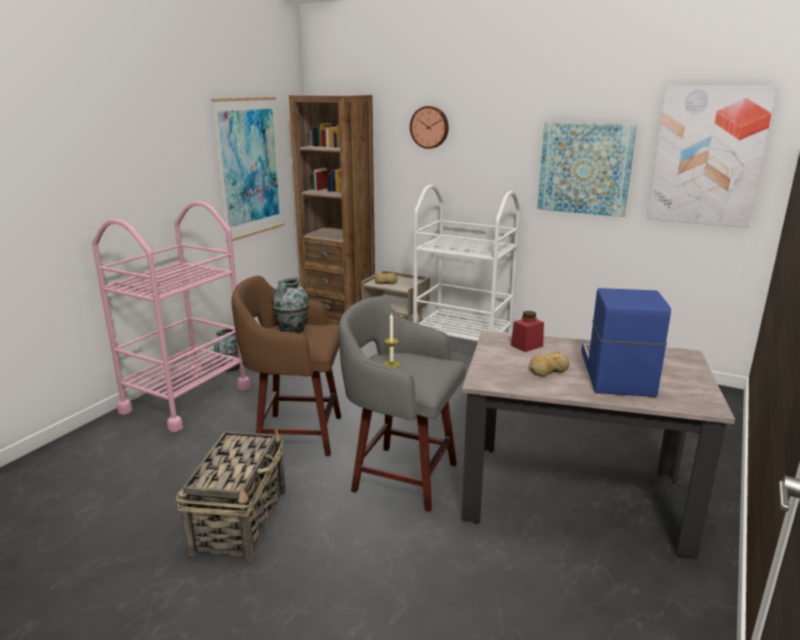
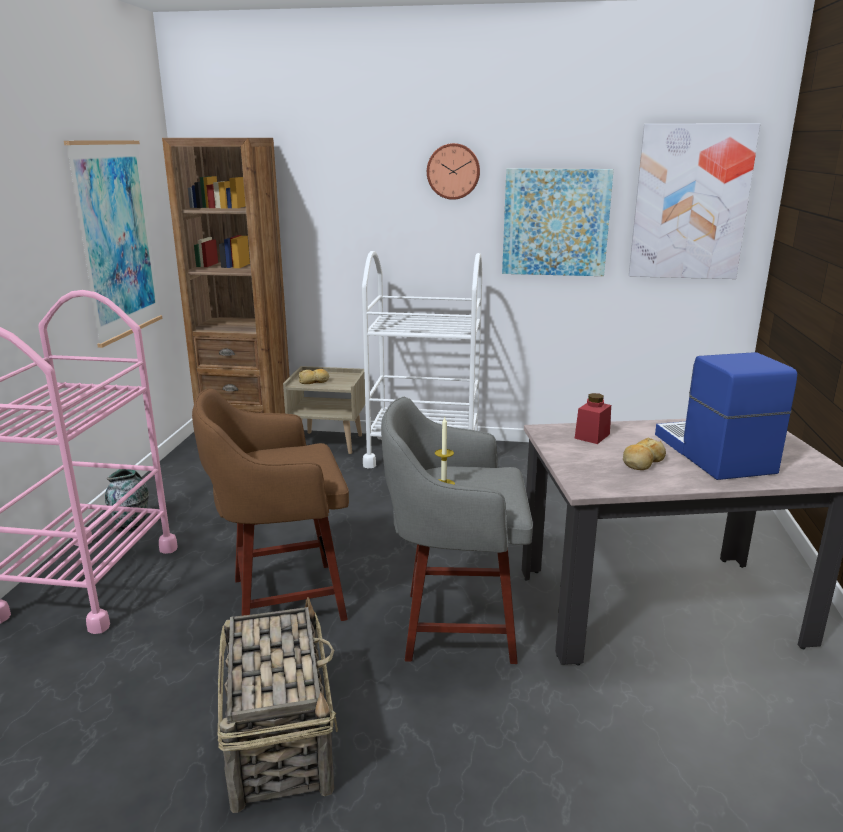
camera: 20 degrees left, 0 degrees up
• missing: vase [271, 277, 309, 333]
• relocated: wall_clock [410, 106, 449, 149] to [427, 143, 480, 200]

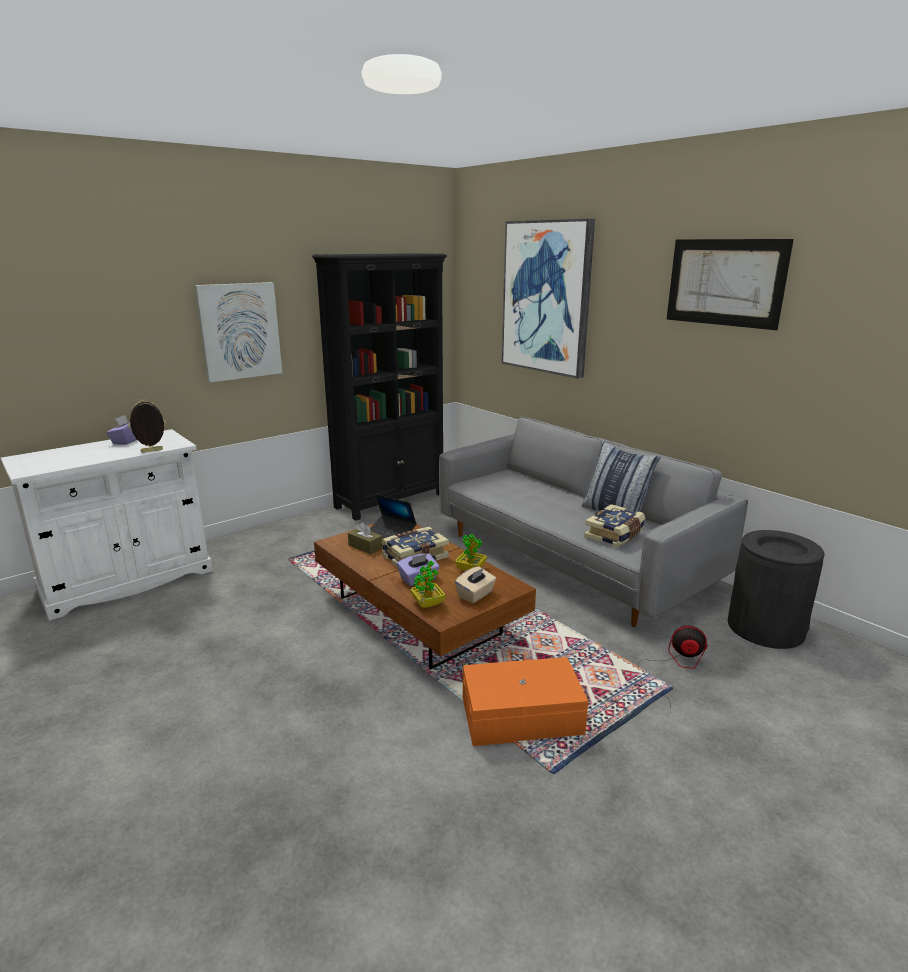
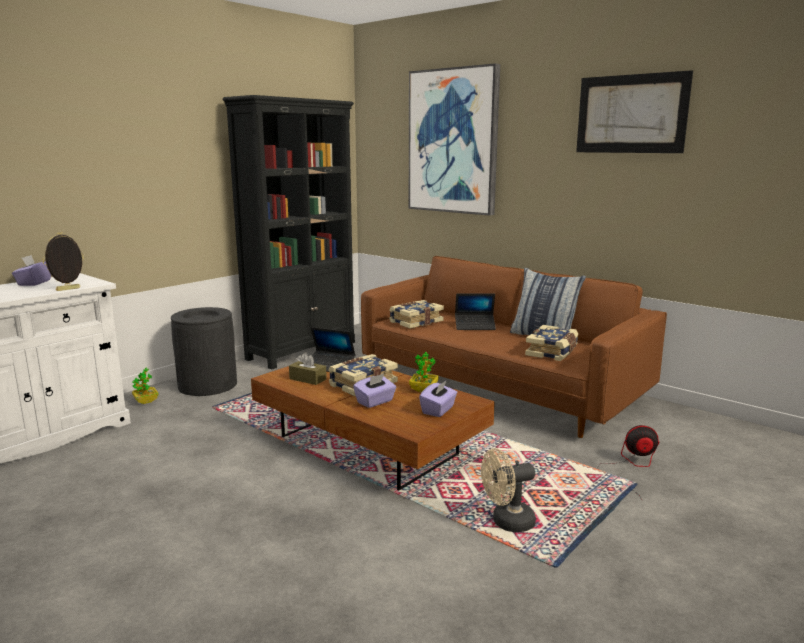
camera: 10 degrees left, 5 degrees down
• missing: picture [195, 282, 282, 382]
• appeared: book [389, 300, 444, 329]
• appeared: laptop [455, 294, 496, 330]
• relocated: potted_plant [410, 560, 446, 608] to [132, 367, 159, 404]
• relocated: black_trash_can [728, 530, 825, 649] to [171, 307, 237, 396]
• exchanged: orange_storage_box [463, 657, 588, 746] to beige_fan [481, 448, 536, 532]
• colour: grey_sofa [439, 417, 748, 627] to brown_sofa [361, 256, 667, 438]
• colour: beige_tissue_box [455, 567, 496, 603] to purple_tissue_box [419, 380, 457, 417]

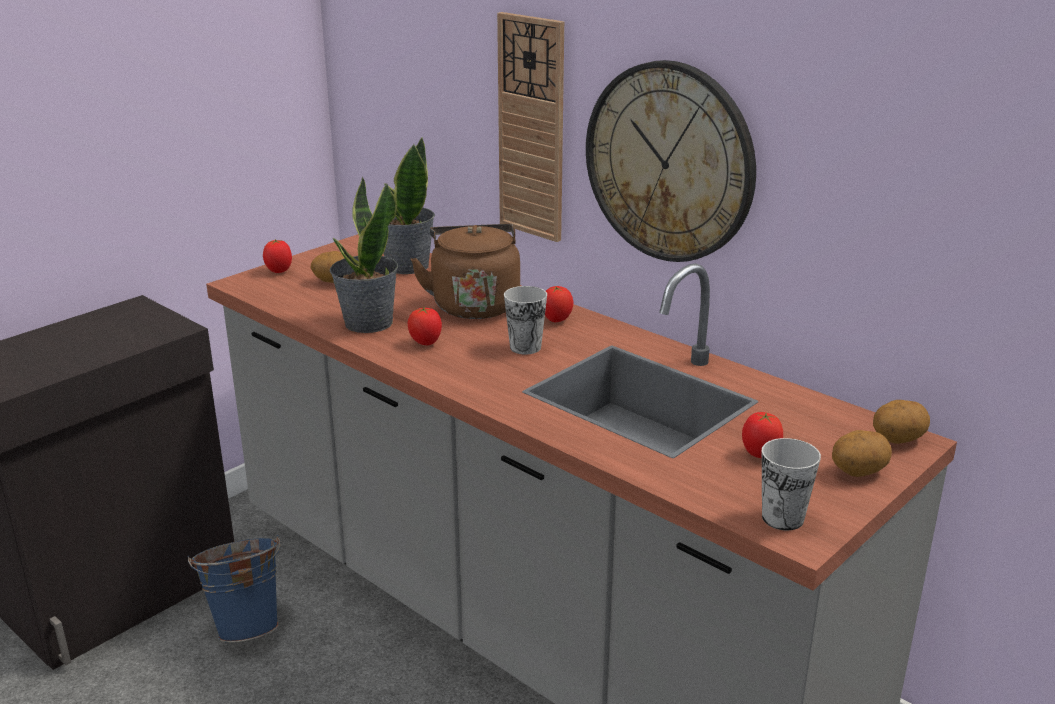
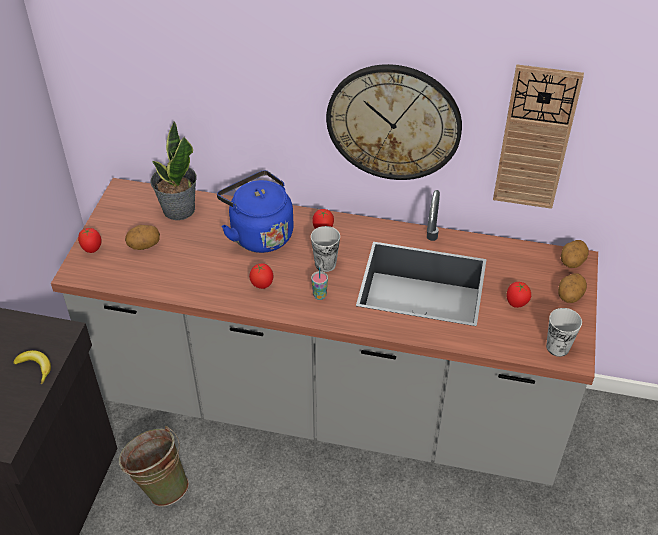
camera: 30 degrees left, 20 degrees up
• missing: potted_plant [330, 177, 398, 333]
• appeared: banana [13, 350, 51, 384]
• appeared: cup [311, 267, 328, 300]
• relocated: wall_clock [497, 12, 564, 242] to [493, 64, 584, 209]
• colour: blue_bucket [188, 535, 281, 643] to green_bucket [119, 426, 189, 506]
• colour: brown_kettle [411, 224, 520, 319] to blue_kettle [217, 170, 294, 253]

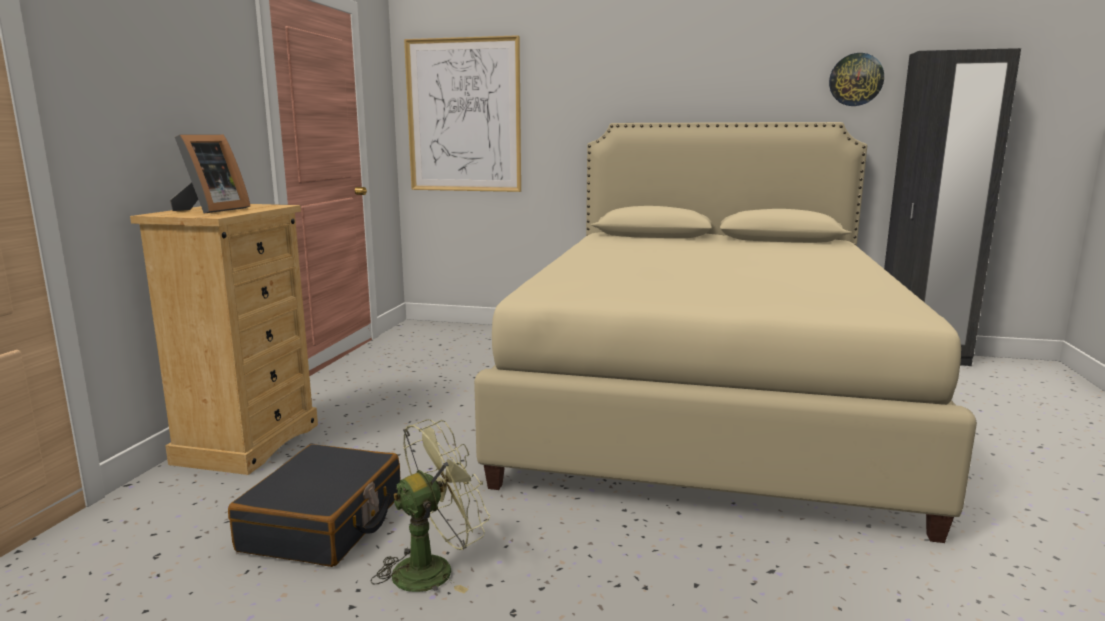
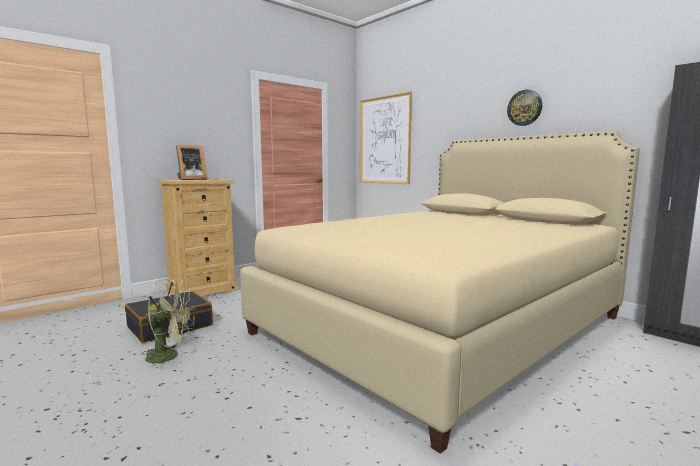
camera: 35 degrees right, 5 degrees down
• relocated: wall_clock [829, 53, 884, 106] to [507, 90, 542, 126]

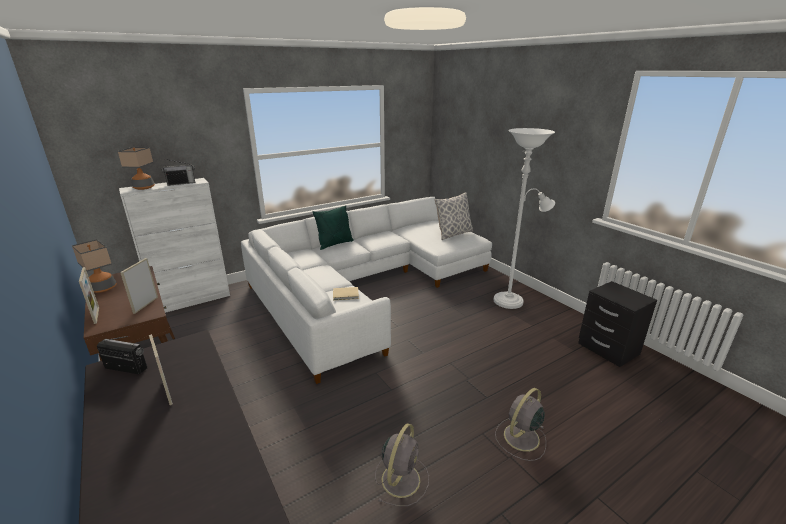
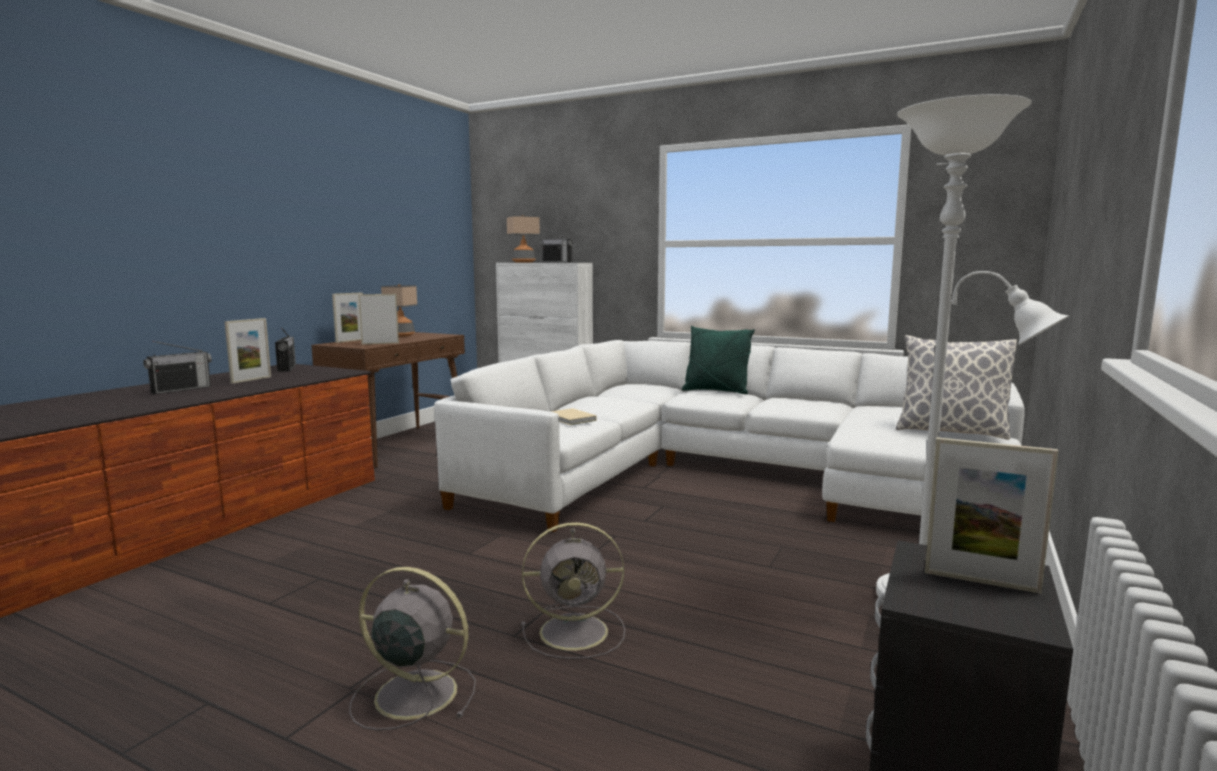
camera: 60 degrees right, 15 degrees down
• appeared: radio [143, 341, 212, 394]
• appeared: picture_frame [925, 437, 1058, 594]
• relocated: grey_fan [375, 423, 429, 506] to [521, 522, 625, 659]

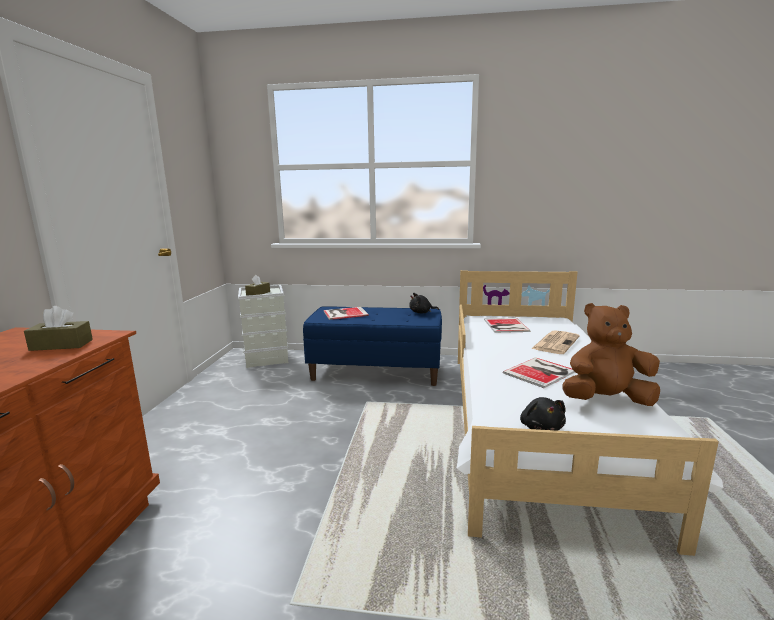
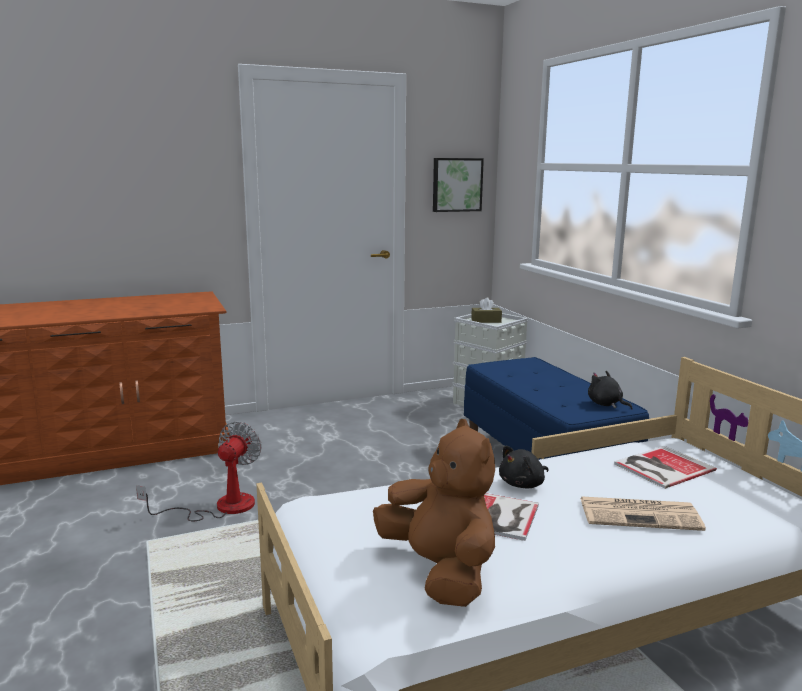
camera: 60 degrees right, 0 degrees up
• missing: brown_tissue_box [24, 306, 93, 351]
• missing: book [324, 307, 369, 320]
• appeared: fan [136, 421, 262, 521]
• appeared: picture [433, 158, 484, 212]
• relocated: black_plush_toy [520, 397, 566, 431] to [499, 446, 549, 488]

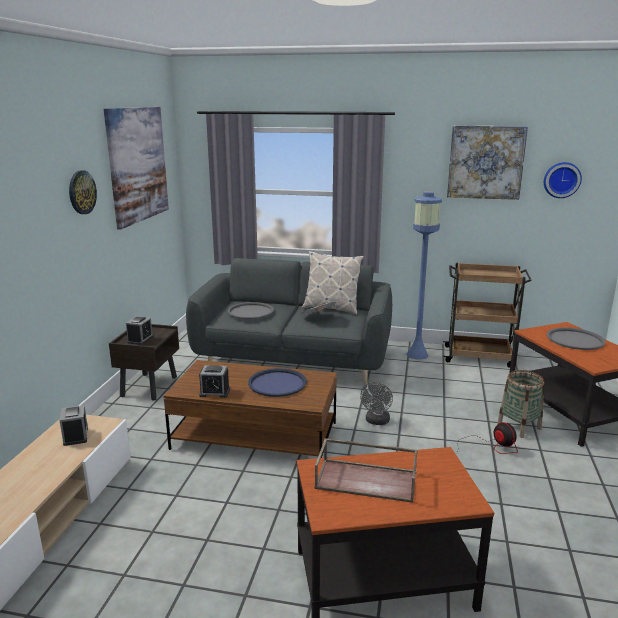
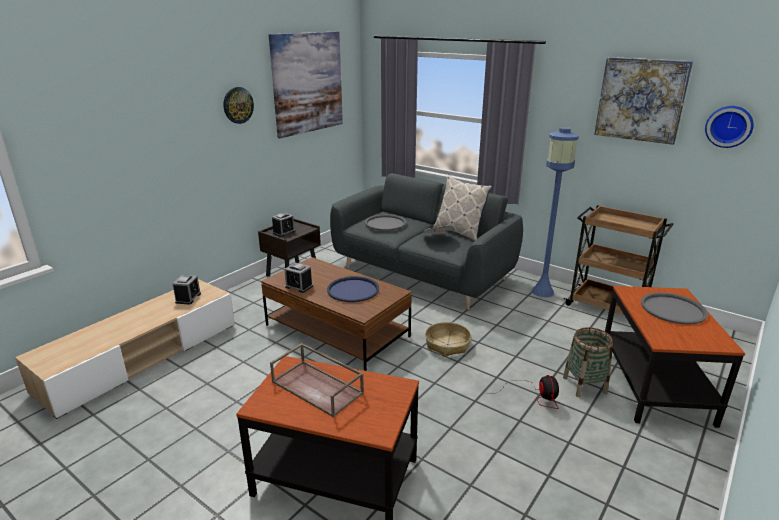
camera: 25 degrees right, 5 degrees up
• exchanged: grey_fan [360, 382, 393, 425] to basket [425, 322, 472, 357]

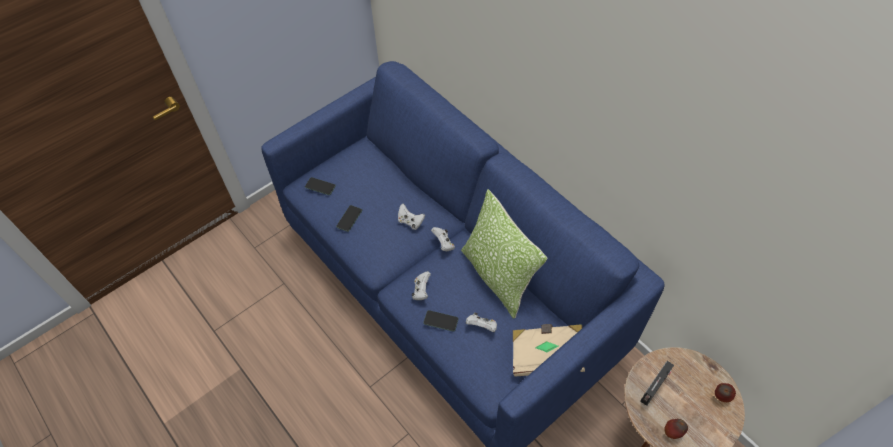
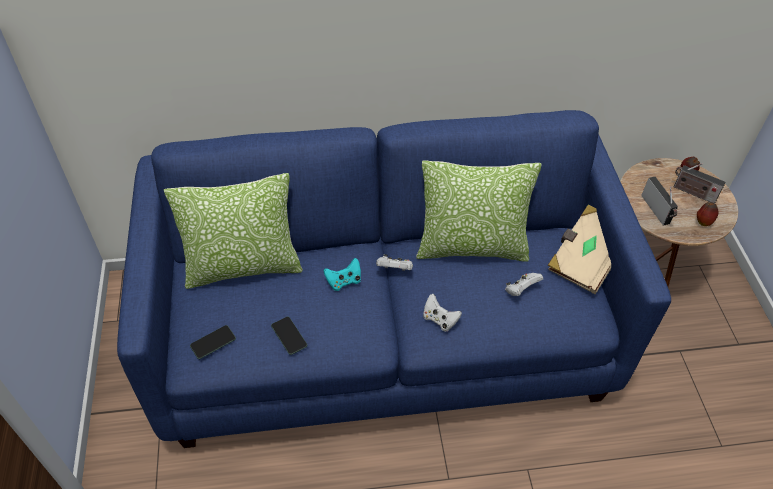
camera: 60 degrees left, 5 degrees down
• missing: phone [423, 310, 459, 332]
• appeared: pillow [164, 173, 303, 289]
• appeared: radio [674, 163, 726, 203]
• colour: white_game_controller [398, 203, 425, 230] to turquoise_game_controller [324, 258, 361, 291]

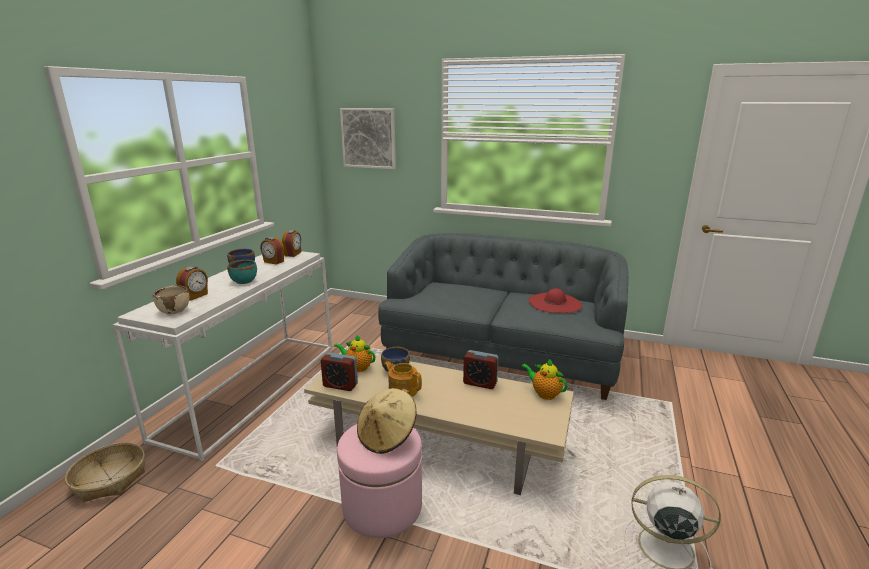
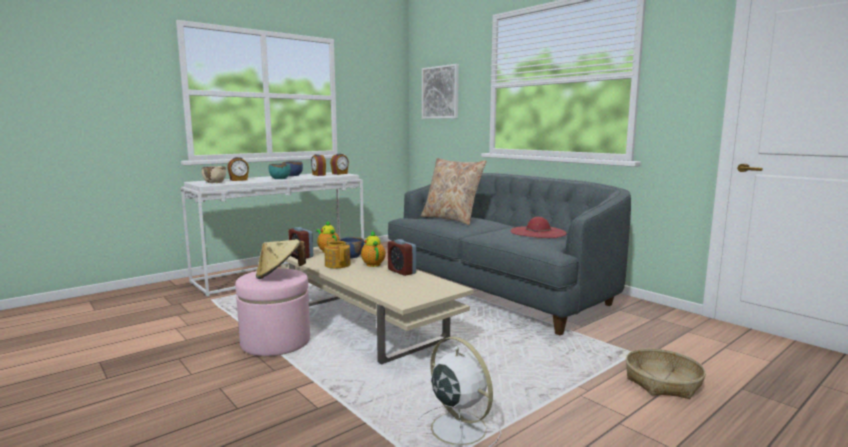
camera: 30 degrees right, 10 degrees down
• appeared: beige_pillow [421, 158, 487, 225]
• relocated: basket [65, 443, 145, 502] to [626, 348, 706, 399]
• relocated: teapot [521, 359, 567, 400] to [361, 231, 386, 267]

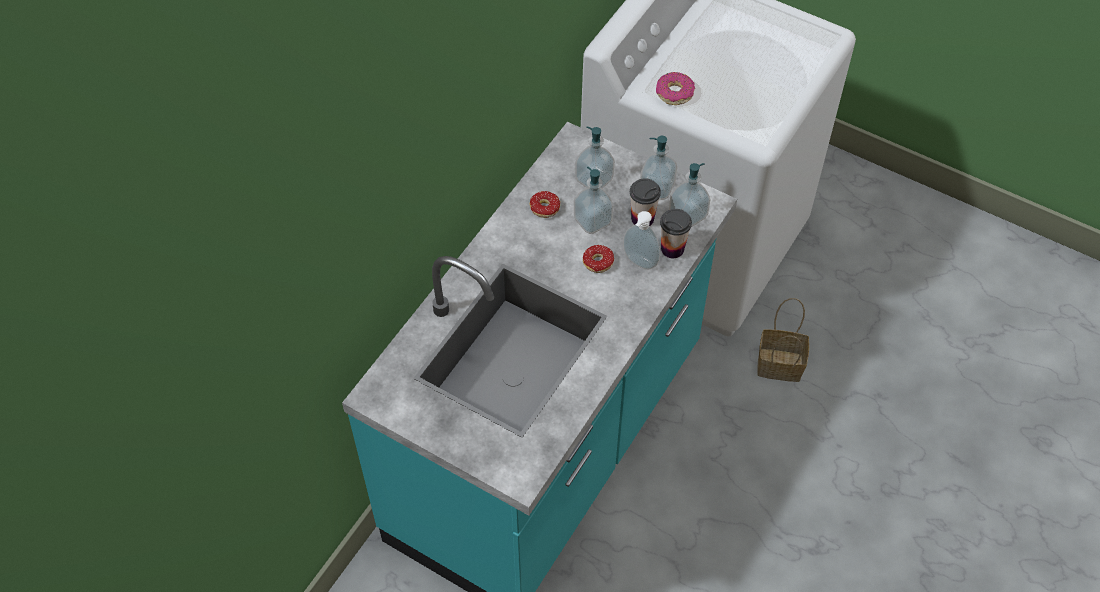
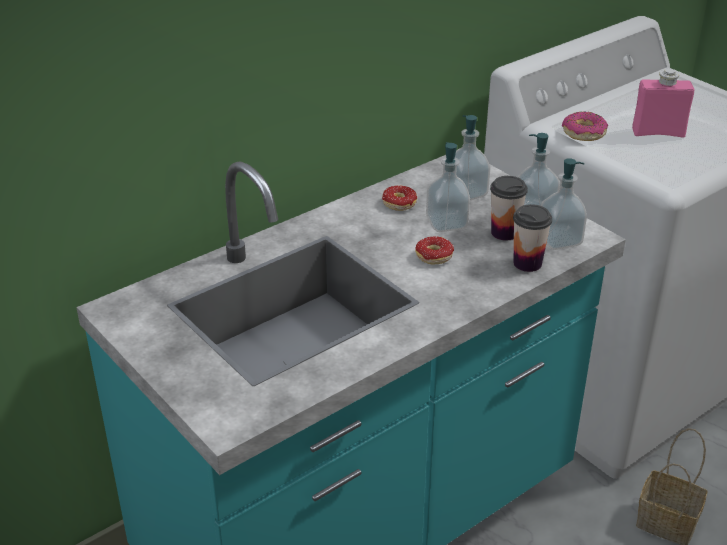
camera: 20 degrees right, 20 degrees down
• missing: soap_dispenser [623, 211, 660, 269]
• appeared: pink_bottle [632, 69, 694, 138]

